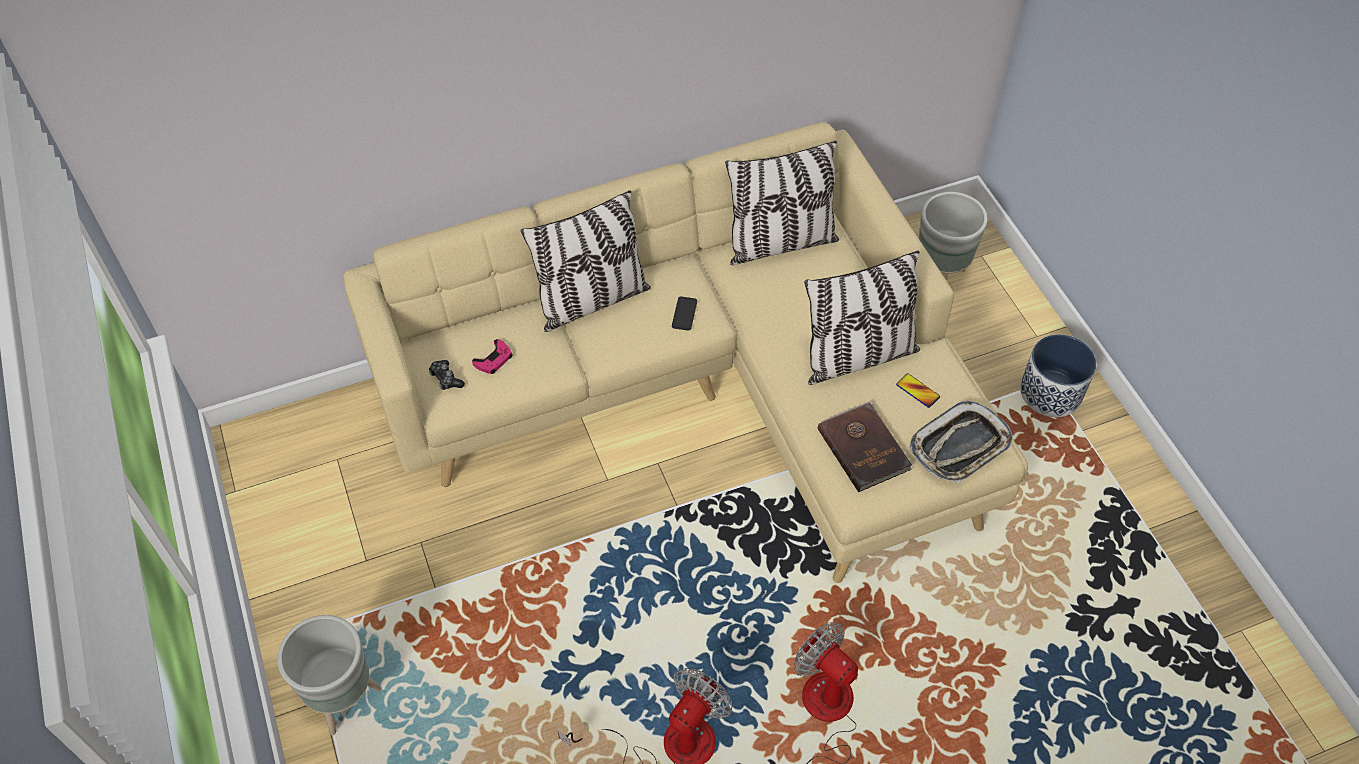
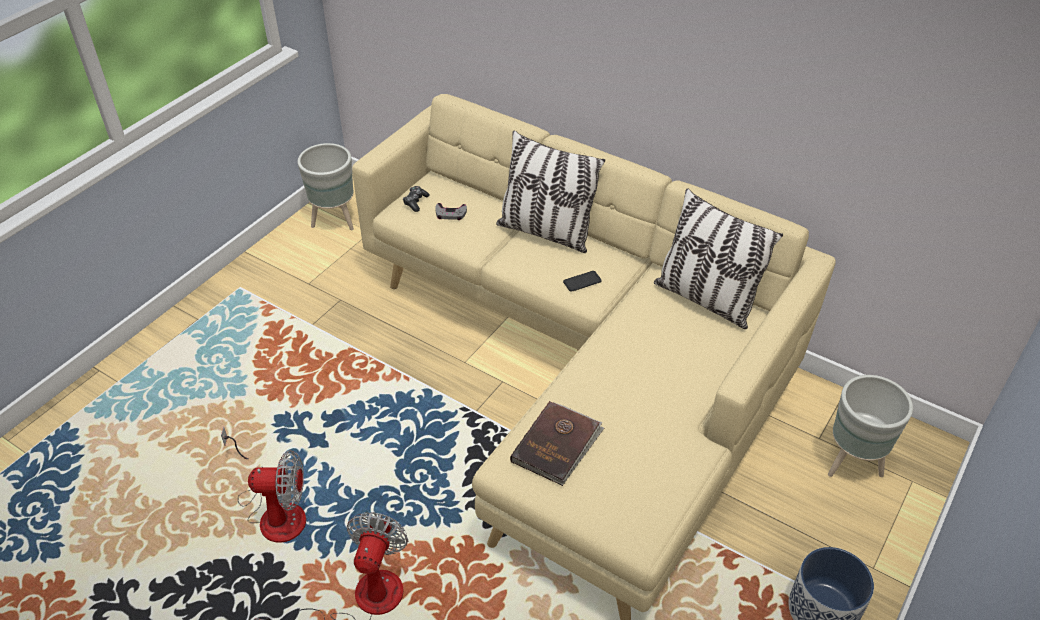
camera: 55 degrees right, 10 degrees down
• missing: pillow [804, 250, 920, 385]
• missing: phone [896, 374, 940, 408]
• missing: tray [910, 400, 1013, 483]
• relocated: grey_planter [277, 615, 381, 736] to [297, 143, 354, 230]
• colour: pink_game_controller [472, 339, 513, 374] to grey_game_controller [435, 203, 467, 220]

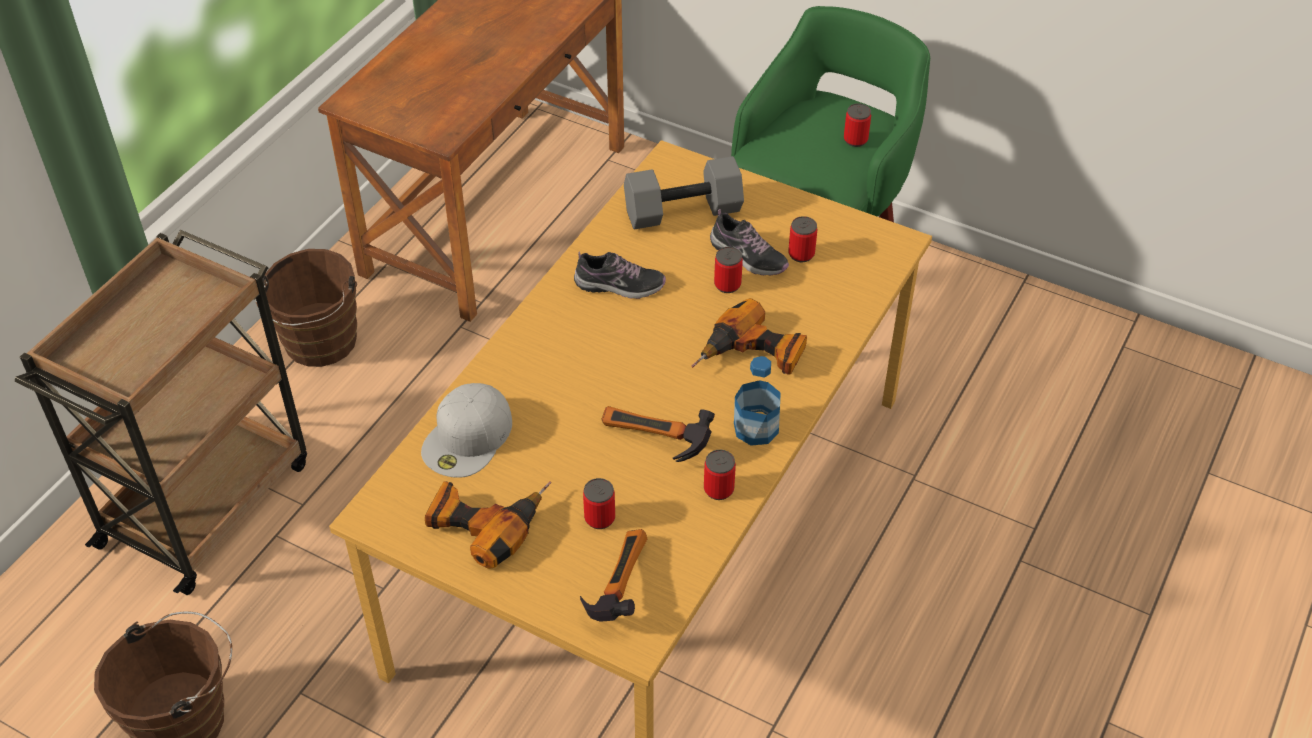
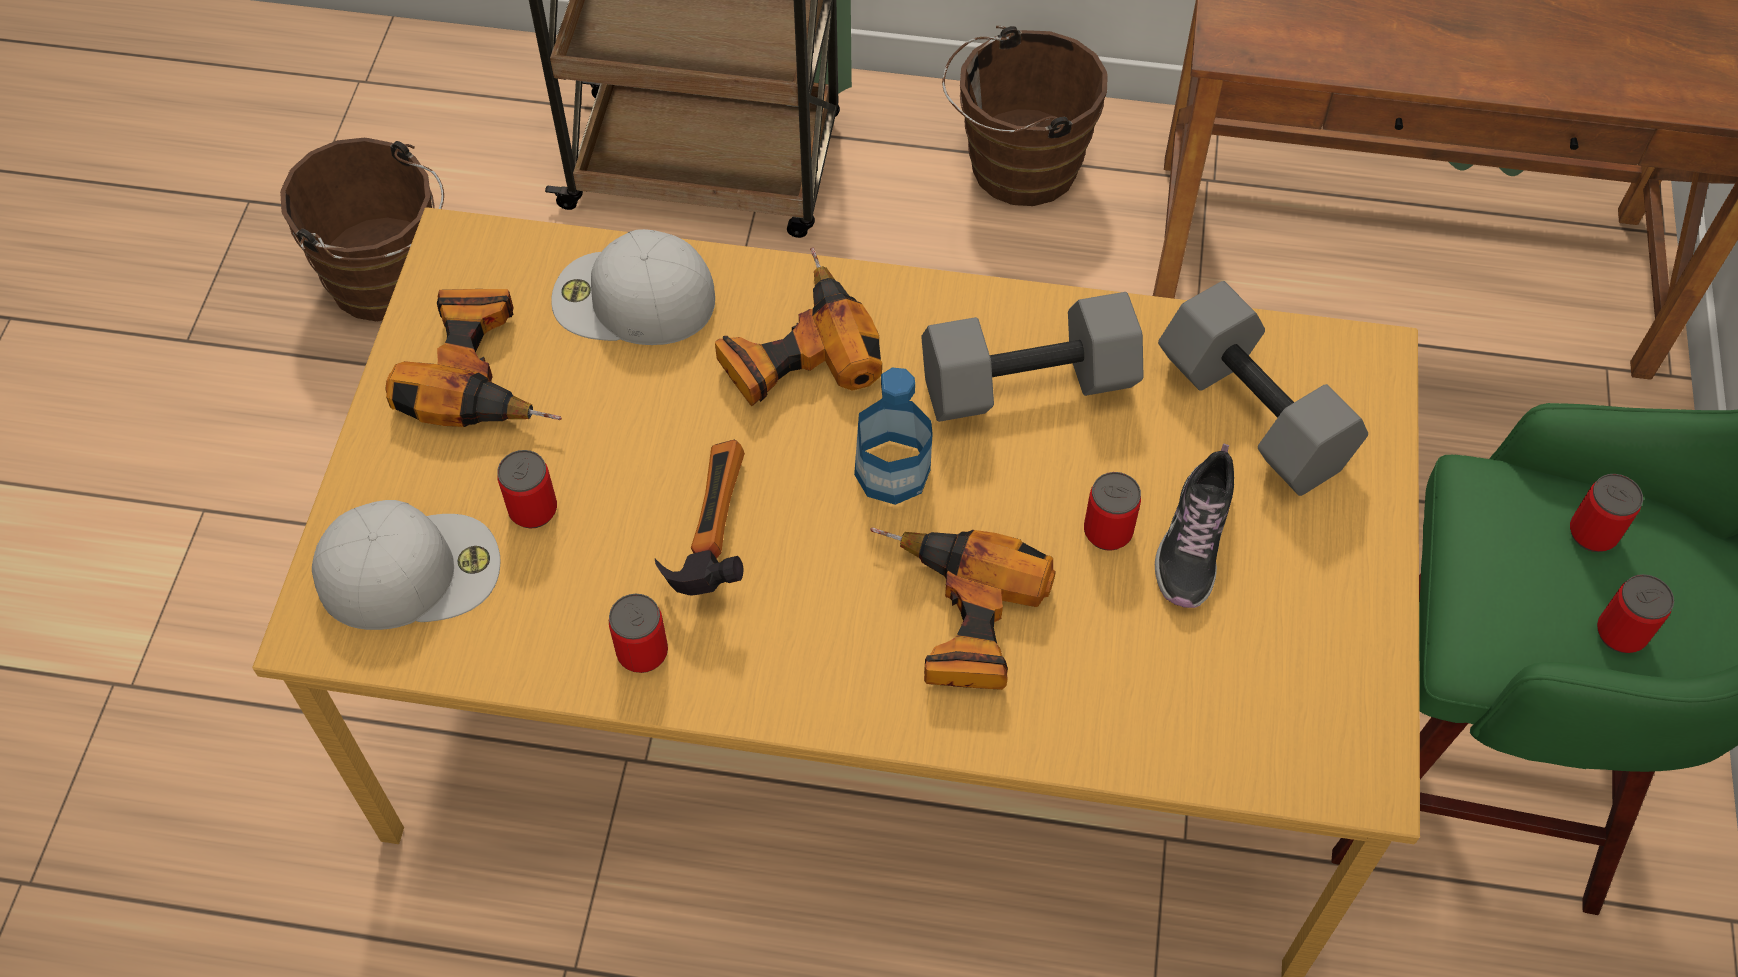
camera: 70 degrees right, 10 degrees up
• appeared: power_drill [715, 248, 882, 406]
• relocated: bottle [734, 356, 781, 446] to [854, 367, 933, 505]
• relocated: can [788, 216, 817, 262] to [1570, 474, 1643, 552]
• exchanged: shoe [574, 251, 666, 299] to grey_dumbbell [921, 292, 1143, 422]
• exchanged: hammer [580, 529, 647, 621] to white_cap [312, 500, 500, 630]

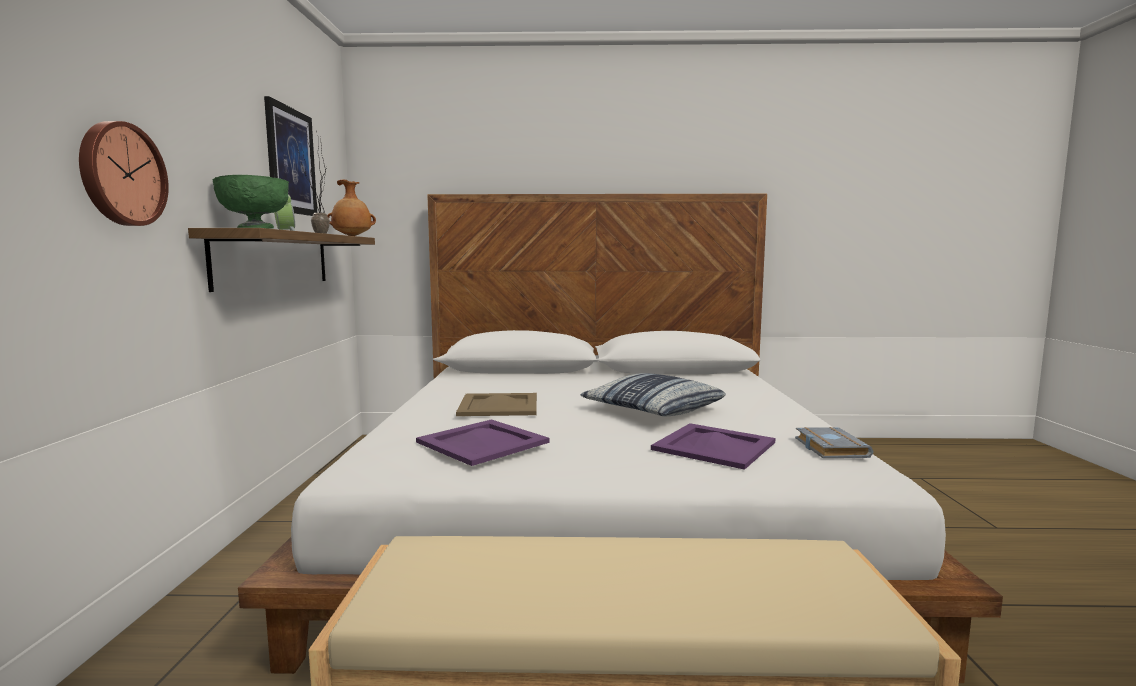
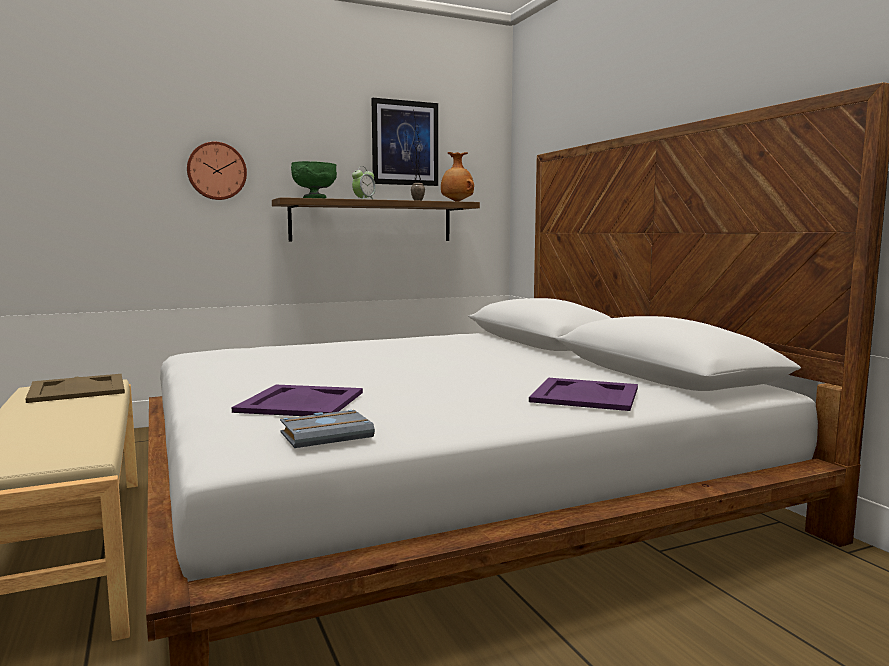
camera: 65 degrees right, 0 degrees up
• missing: pillow [580, 373, 726, 416]
• relocated: purple_tray [416, 419, 549, 466] to [529, 378, 638, 411]
• relocated: beige_tray [456, 393, 537, 416] to [25, 374, 125, 403]

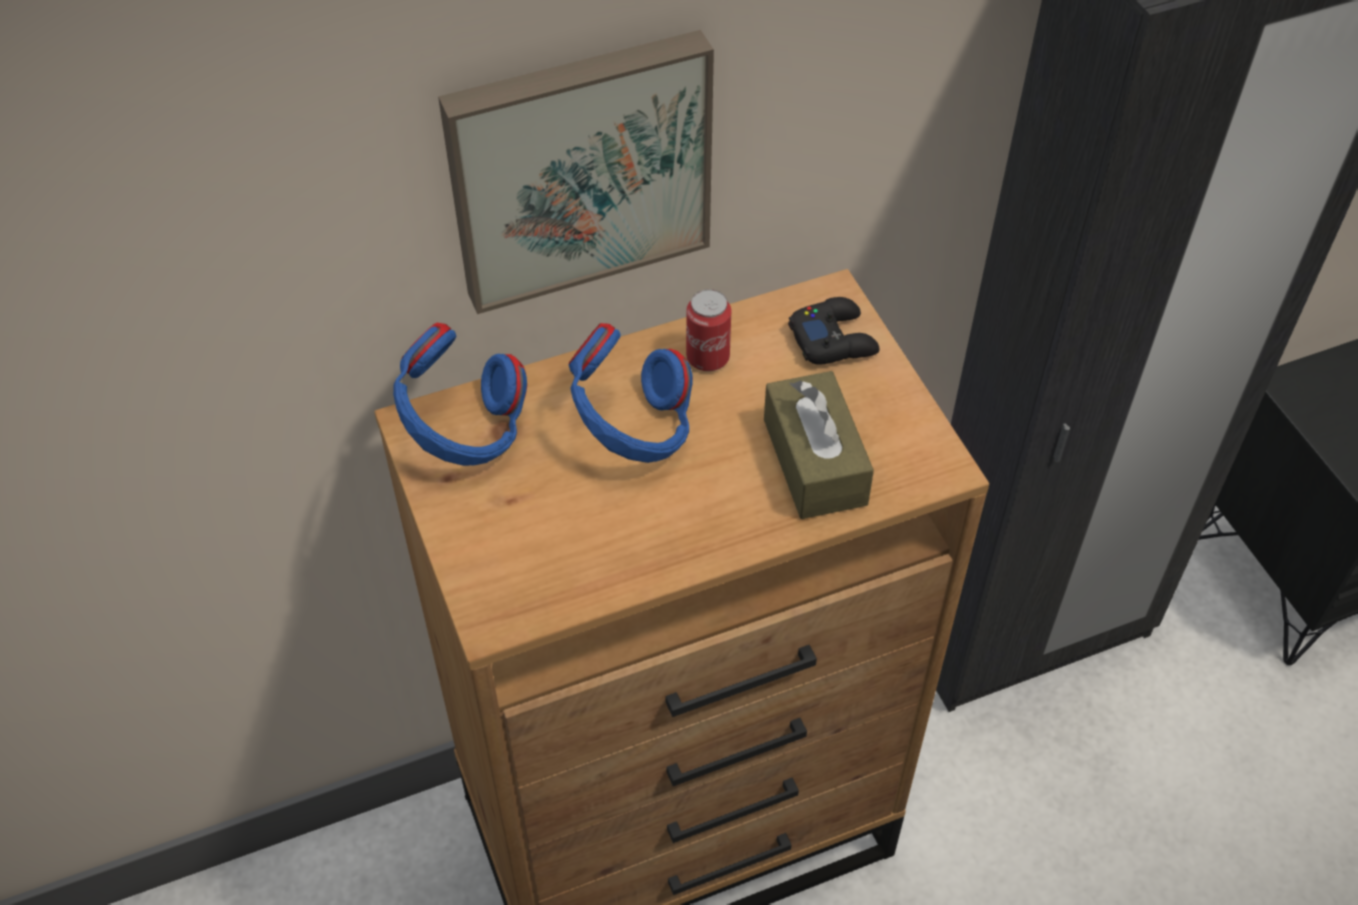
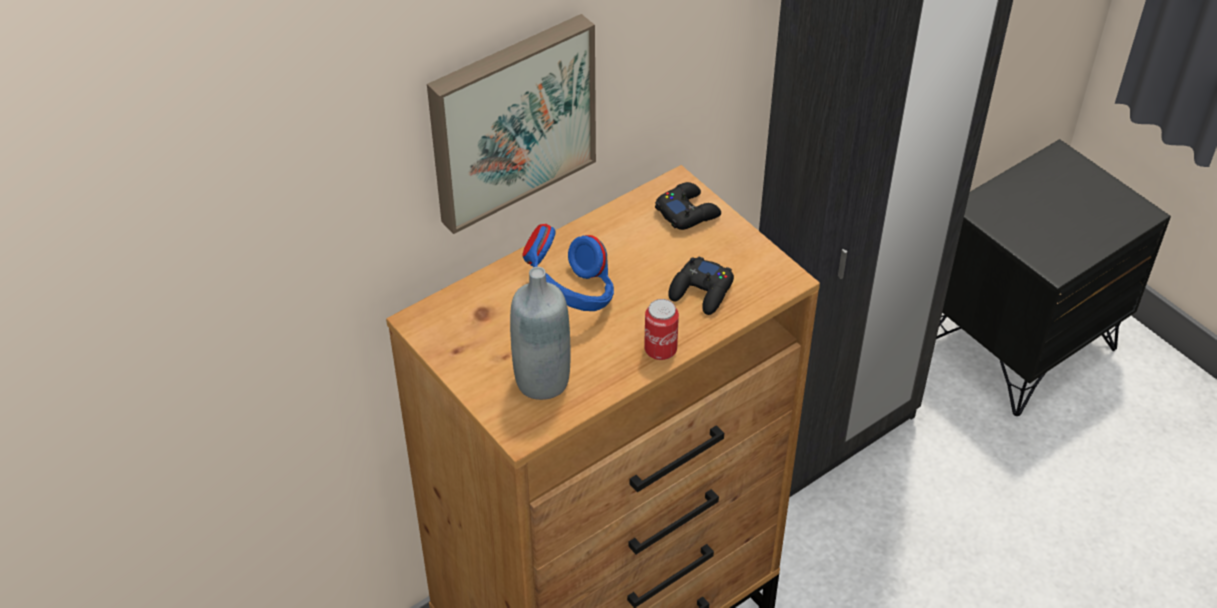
camera: 15 degrees left, 5 degrees down
• missing: blue_headphones [393, 323, 527, 466]
• appeared: grey_bottle [510, 267, 570, 400]
• relocated: can [686, 289, 731, 371] to [644, 299, 679, 360]
• exchanged: brown_tissue_box [764, 371, 874, 519] to black_game_controller [668, 256, 734, 315]

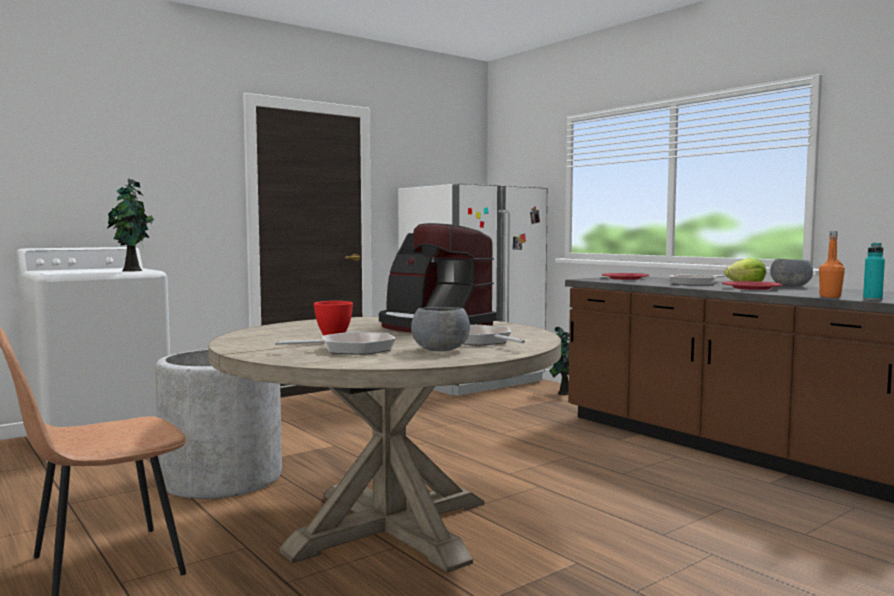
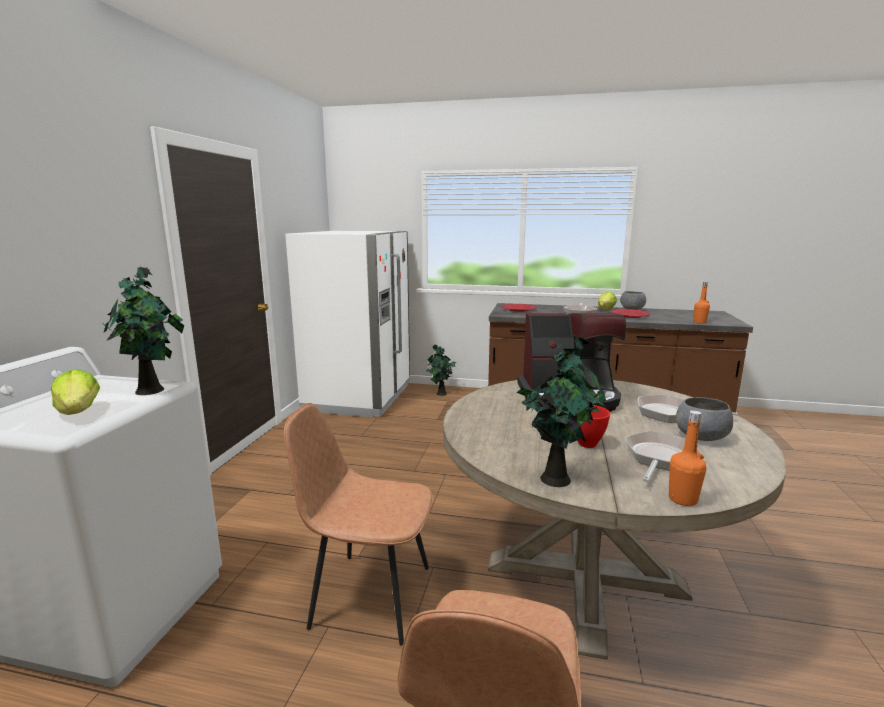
camera: 40 degrees left, 10 degrees up
• missing: turquoise_bottle [863, 243, 885, 301]
• appeared: lettuce [51, 370, 100, 415]
• appeared: potted_plant [516, 337, 607, 487]
• appeared: orange_bottle [669, 410, 706, 506]
• exchanged: grey_planter [155, 349, 282, 499] to brown_chair [284, 403, 433, 645]

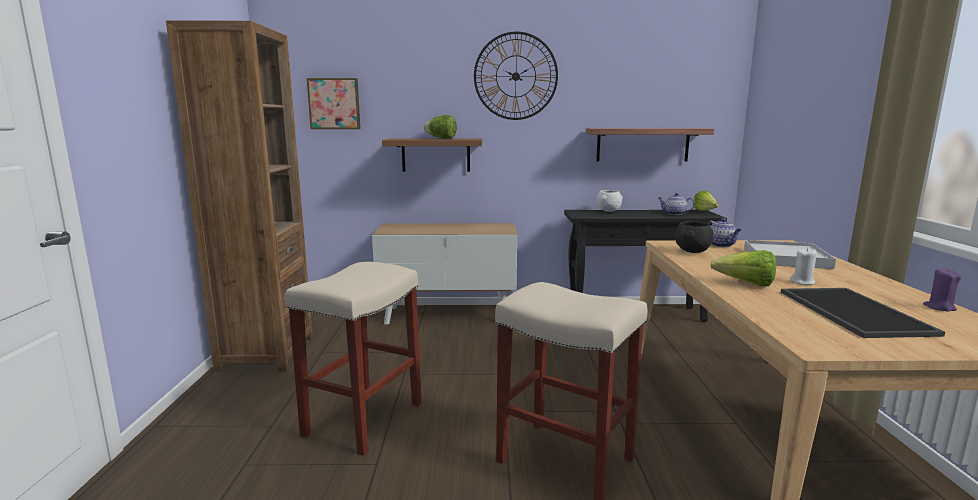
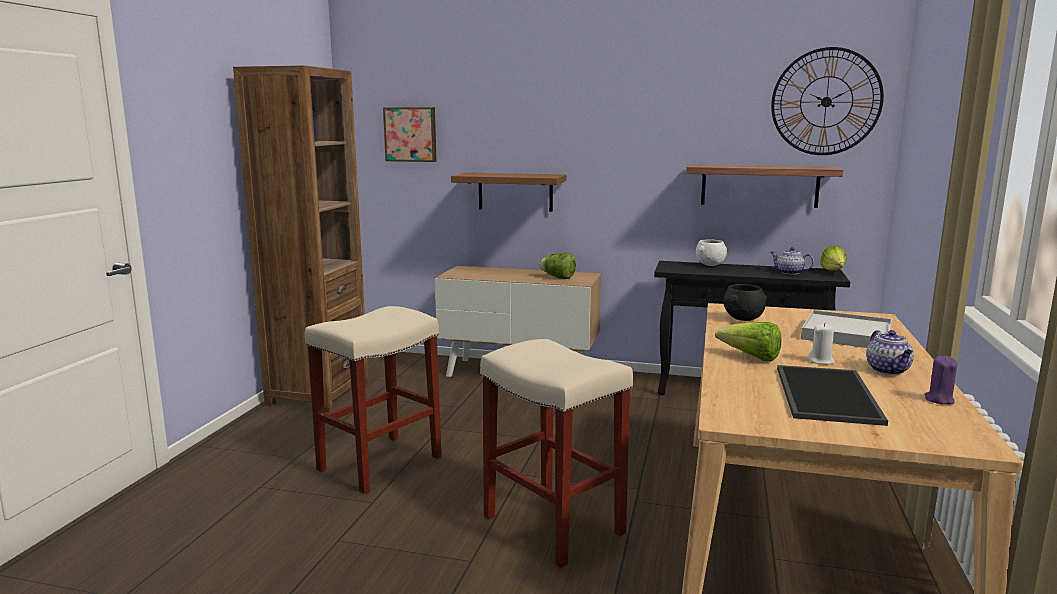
camera: 15 degrees right, 0 degrees up
• relocated: lettuce [424, 115, 457, 139] to [539, 252, 576, 279]
• relocated: wall_clock [474, 31, 558, 120] to [771, 47, 884, 155]
• relocated: teapot [707, 218, 741, 247] to [866, 330, 914, 375]

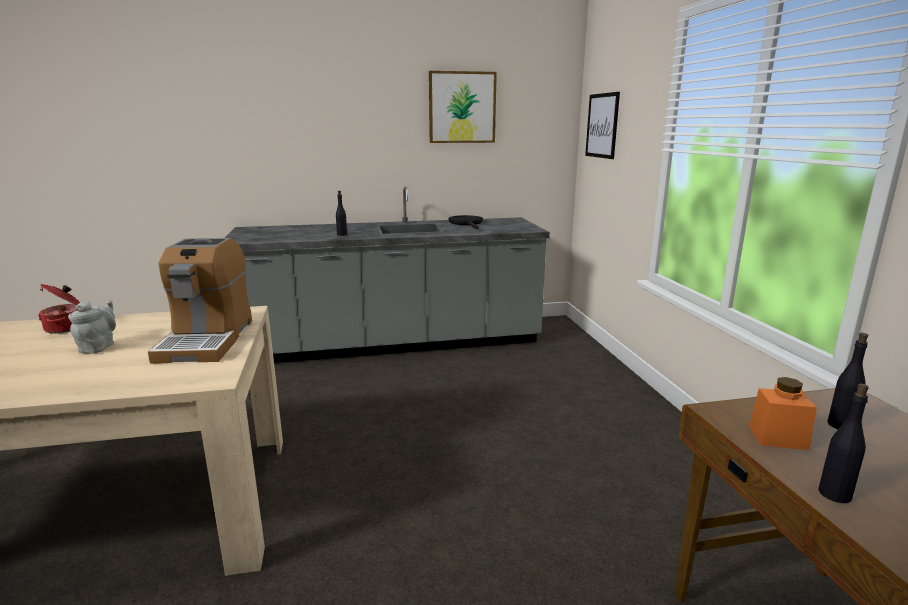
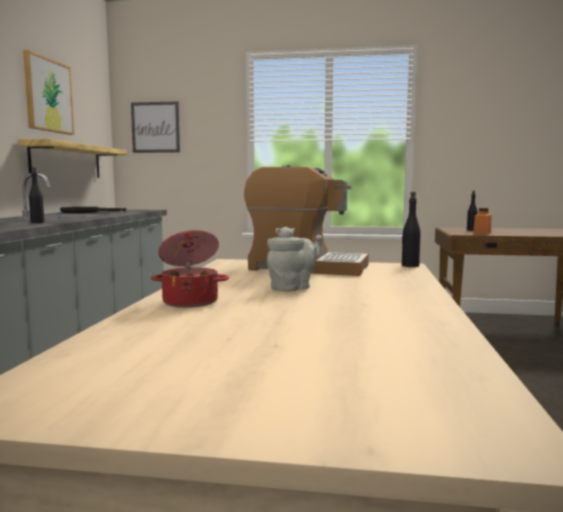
camera: 70 degrees left, 10 degrees down
• appeared: shelf [18, 139, 127, 178]
• relocated: black_bottle [818, 384, 869, 503] to [402, 192, 421, 267]
• spun: grey_teapot [68, 300, 116, 354] = [267, 226, 322, 292] 120 degrees clockwise

